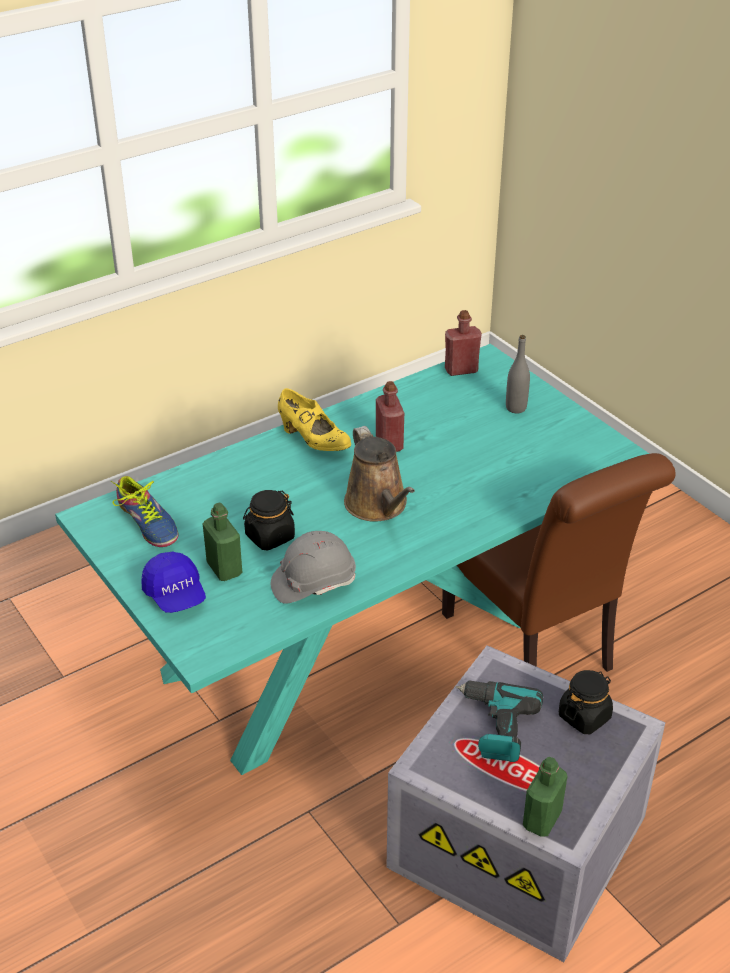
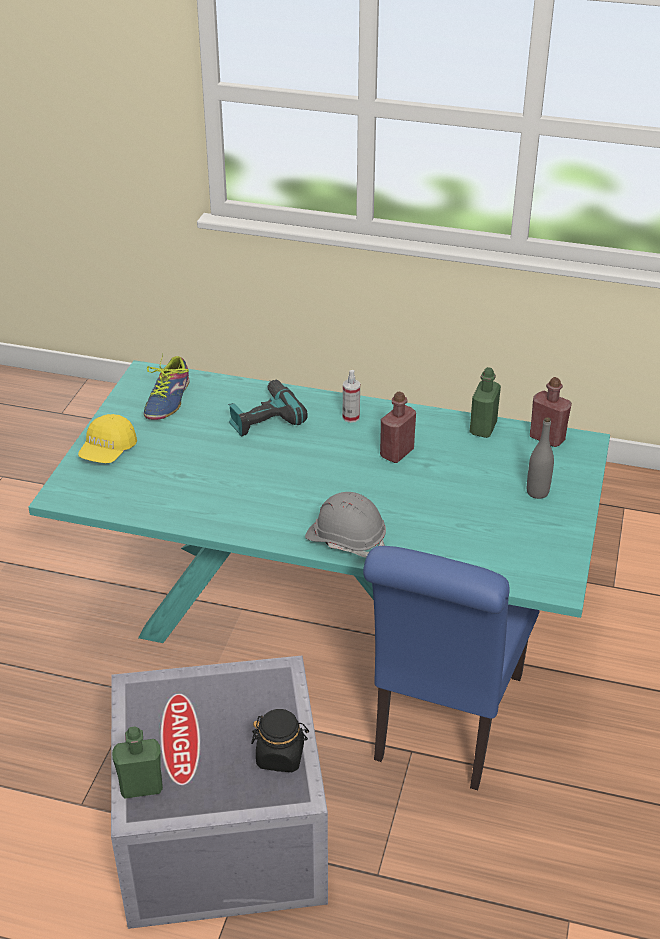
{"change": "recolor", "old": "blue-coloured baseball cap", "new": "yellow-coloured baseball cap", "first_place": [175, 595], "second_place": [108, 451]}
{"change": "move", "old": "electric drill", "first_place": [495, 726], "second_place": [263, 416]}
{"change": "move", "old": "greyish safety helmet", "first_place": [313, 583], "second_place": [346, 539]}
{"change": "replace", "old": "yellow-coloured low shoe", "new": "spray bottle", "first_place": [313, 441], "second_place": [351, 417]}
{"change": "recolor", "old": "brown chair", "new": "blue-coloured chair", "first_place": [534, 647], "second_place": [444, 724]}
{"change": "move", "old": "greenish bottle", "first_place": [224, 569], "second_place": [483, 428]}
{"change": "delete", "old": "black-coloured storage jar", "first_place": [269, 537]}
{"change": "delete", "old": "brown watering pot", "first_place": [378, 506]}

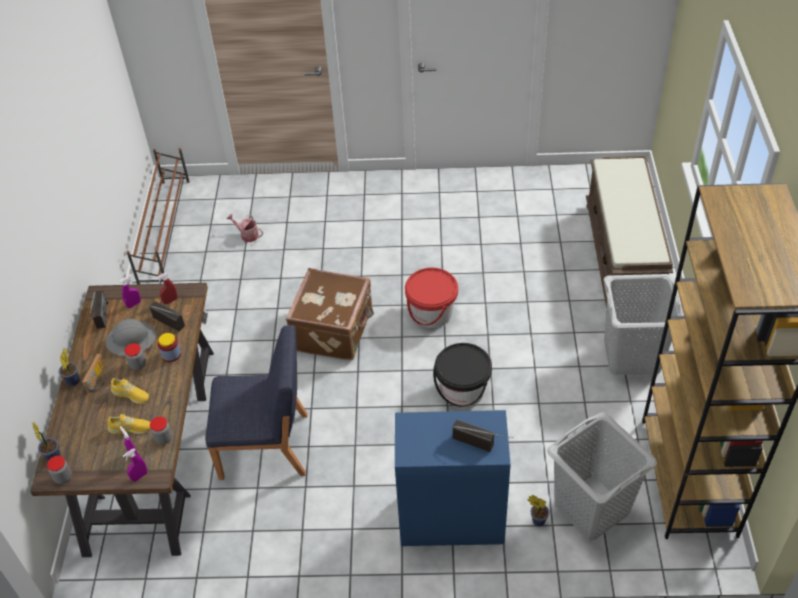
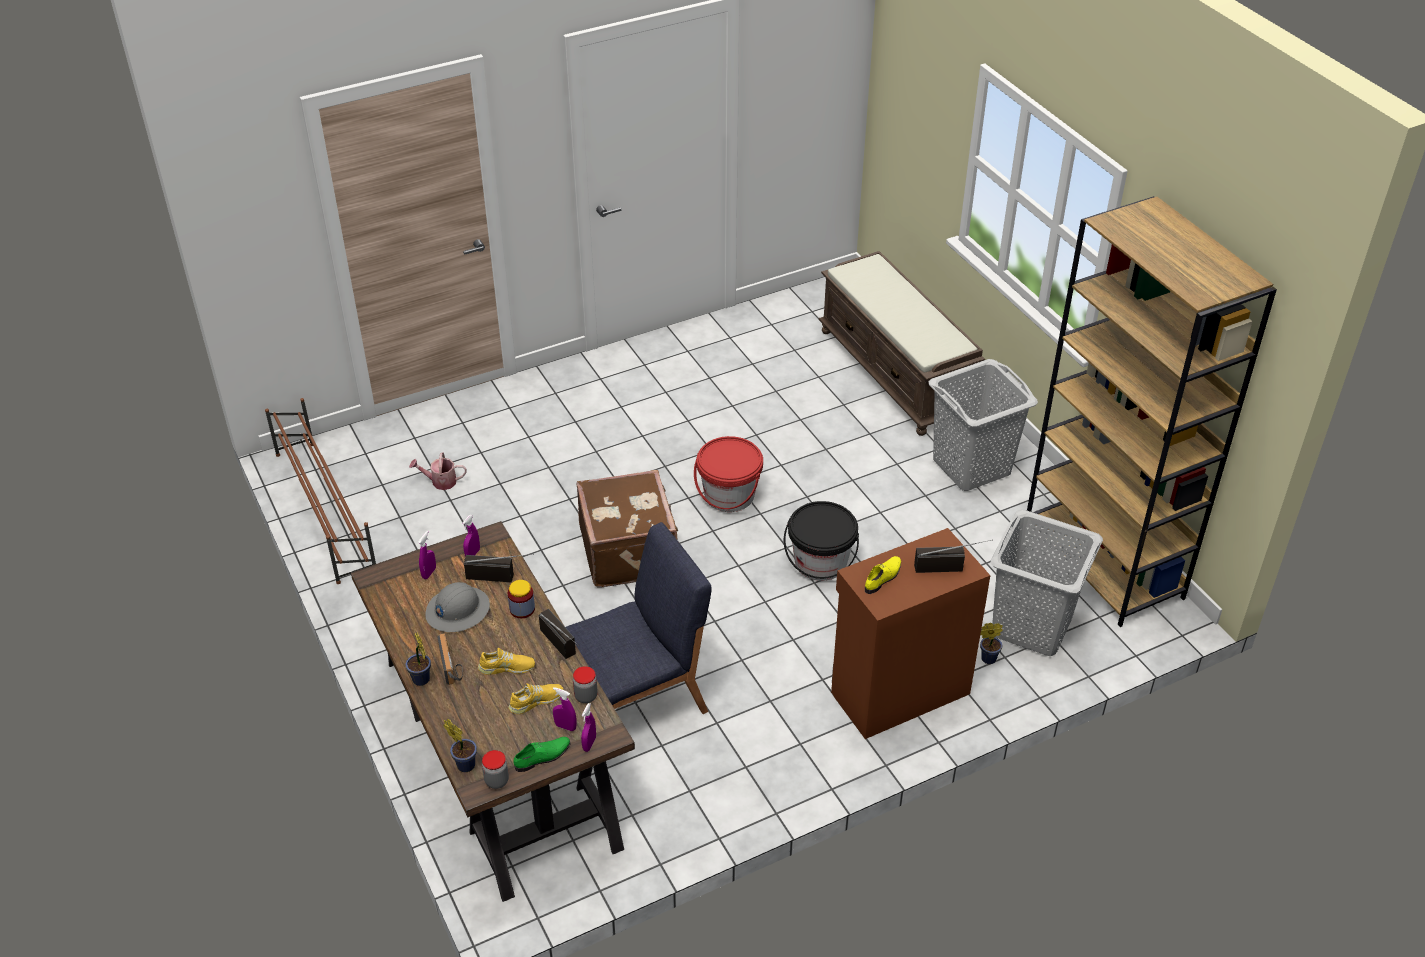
{"change": "recolor", "old": "red spray bottle", "new": "purple-coloured spray bottle", "first_place": [170, 301], "second_place": [472, 554]}
{"change": "insert", "new": "greenish low shoe", "second_place": [543, 757]}
{"change": "move", "old": "radio receiver", "first_place": [102, 322], "second_place": [566, 649]}
{"change": "recolor", "old": "blue-coloured cabinet", "new": "brown cabinet", "first_place": [450, 518], "second_place": [898, 692]}
{"change": "insert", "new": "yellow-coloured low shoe", "second_place": [883, 577]}
{"change": "delete", "old": "storage jar", "first_place": [138, 365]}

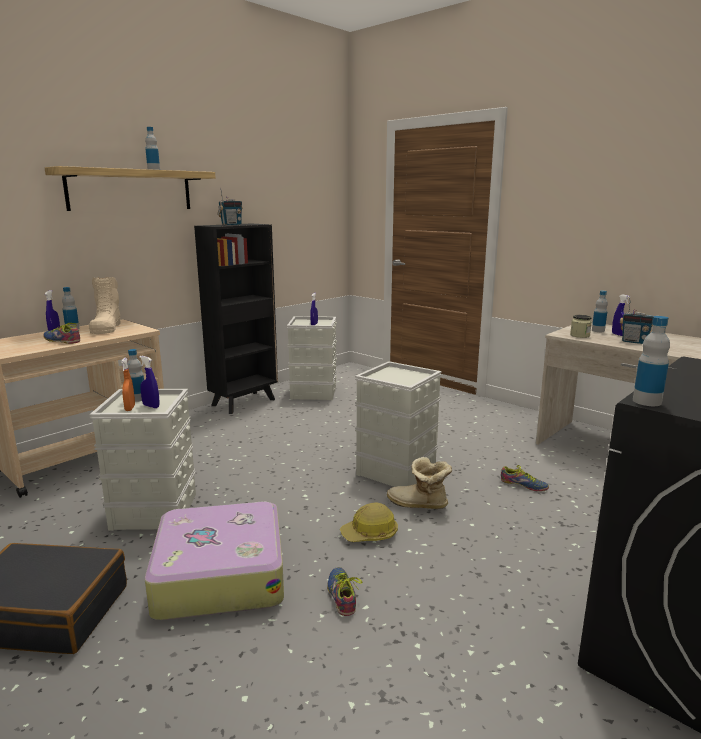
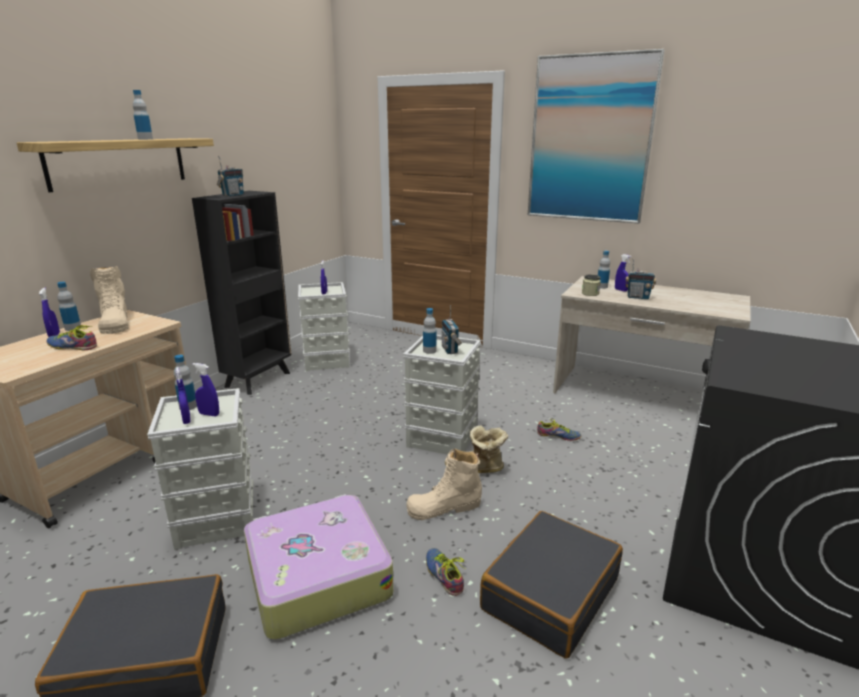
{"change": "recolor", "old": "orange spray bottle", "new": "blue-coloured spray bottle", "first_place": [130, 408], "second_place": [186, 420]}
{"change": "replace", "old": "safety helmet", "new": "beige boot", "first_place": [370, 534], "second_place": [444, 507]}
{"change": "move", "old": "bottle", "first_place": [647, 401], "second_place": [429, 351]}
{"change": "insert", "new": "radio receiver", "second_place": [450, 350]}
{"change": "insert", "new": "black-coloured travel case", "second_place": [549, 593]}
{"change": "insert", "new": "wall art", "second_place": [590, 140]}

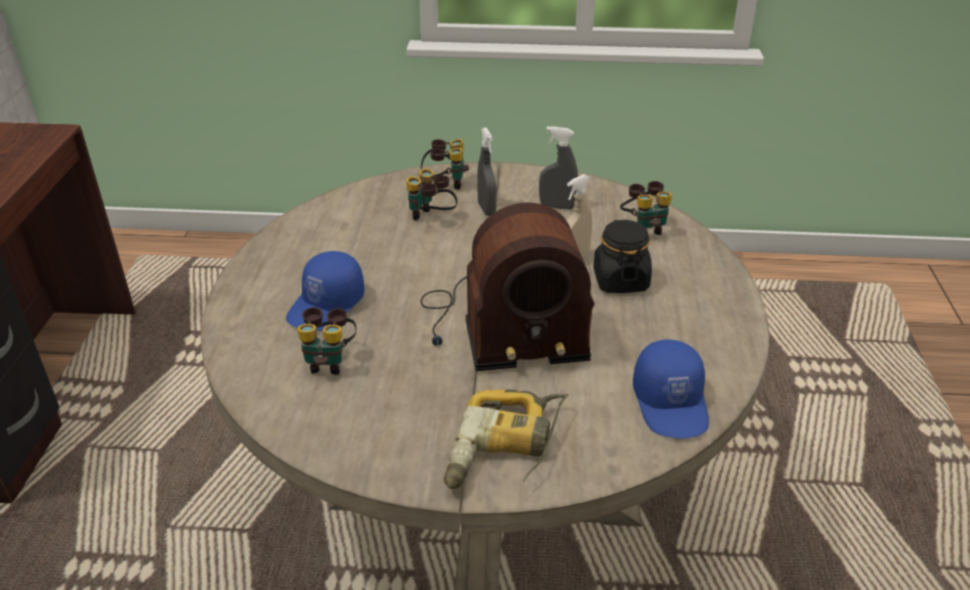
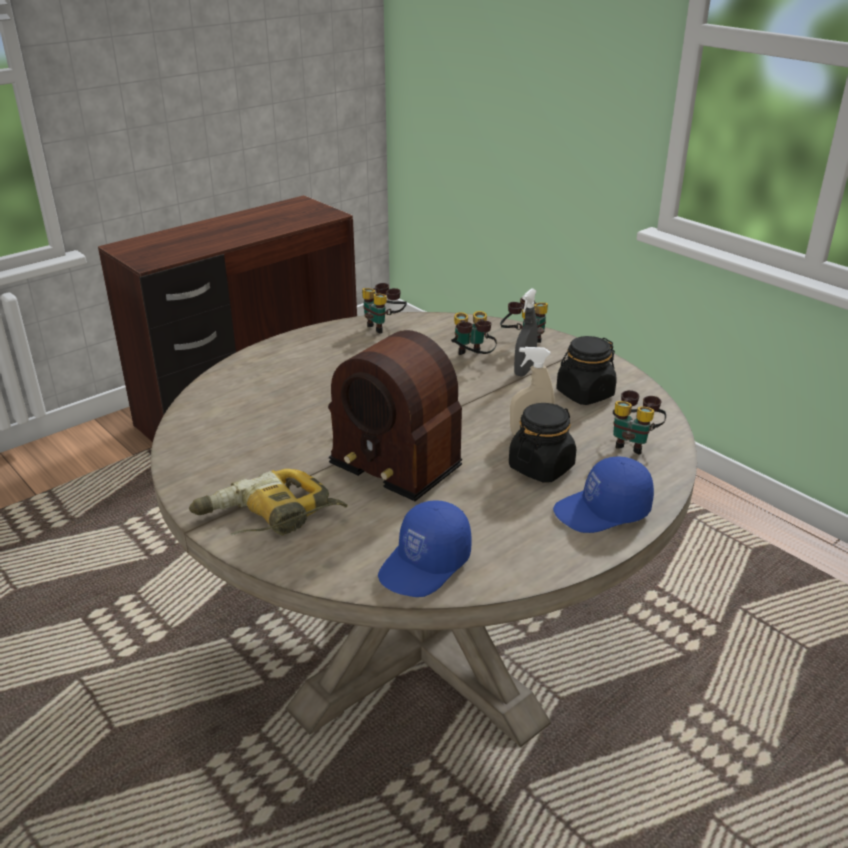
{"change": "move", "old": "binoculars", "first_place": [328, 361], "second_place": [384, 326]}
{"change": "move", "old": "blue-coloured baseball cap", "first_place": [327, 306], "second_place": [602, 511]}
{"change": "replace", "old": "greyish spray bottle", "new": "black-coloured storage jar", "first_place": [557, 207], "second_place": [584, 394]}

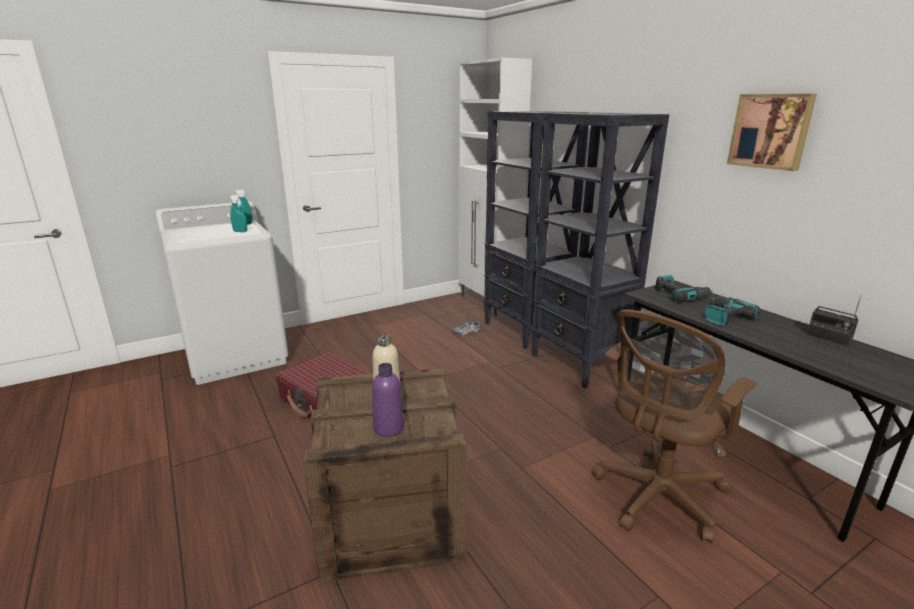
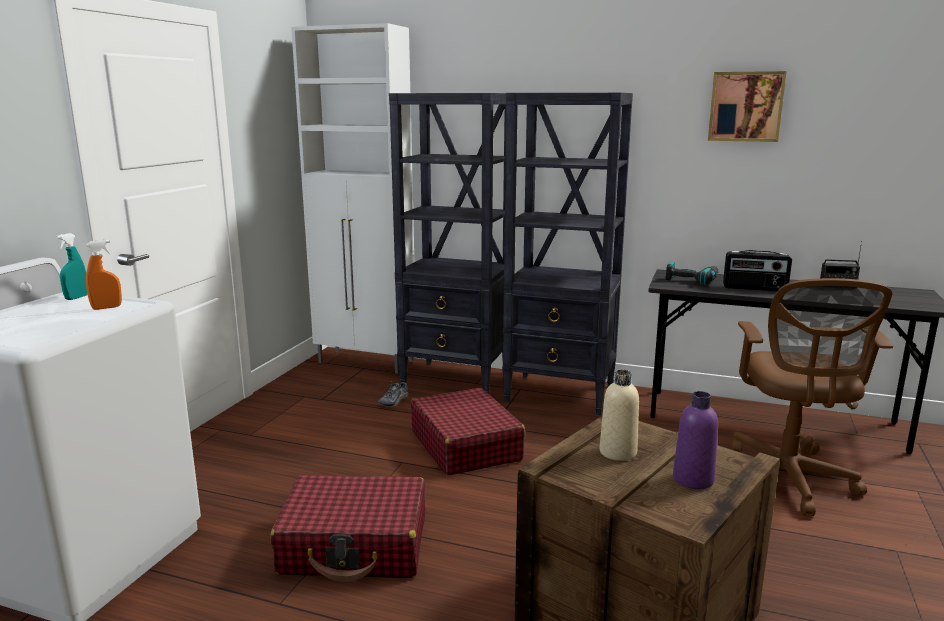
{"change": "recolor", "old": "blue-green spray bottle", "new": "orange spray bottle", "first_place": [240, 231], "second_place": [107, 307]}
{"change": "insert", "new": "red travel case", "second_place": [465, 445]}
{"change": "replace", "old": "electric drill", "new": "radio receiver", "first_place": [723, 317], "second_place": [754, 288]}

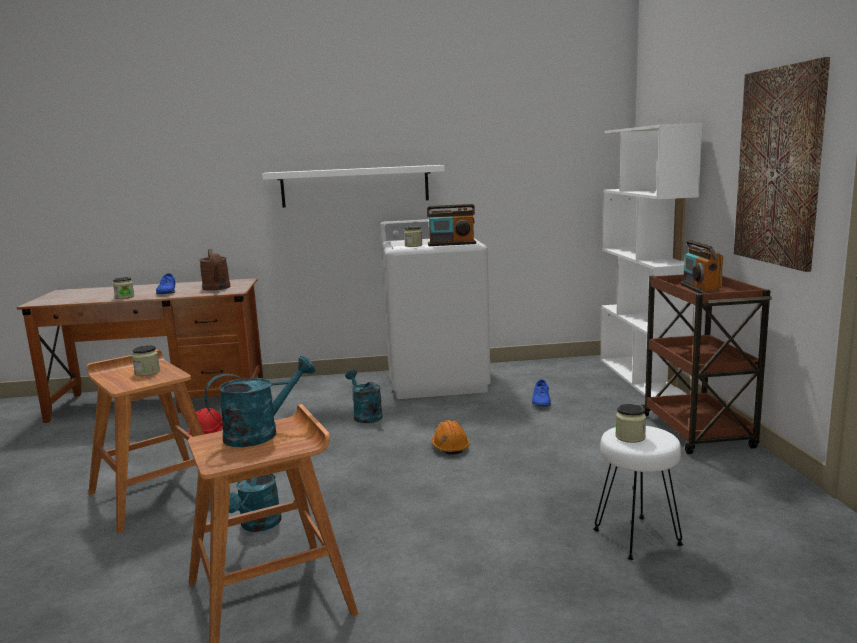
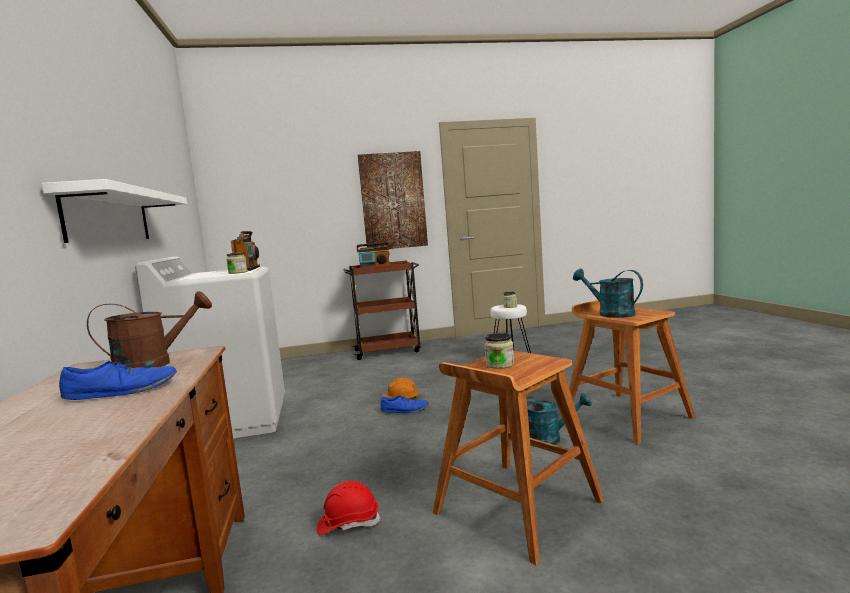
{"change": "move", "old": "blue-coloured low shoe", "first_place": [541, 401], "second_place": [404, 410]}
{"change": "delete", "old": "storage jar", "first_place": [124, 297]}
{"change": "delete", "old": "blue-green watering pot", "first_place": [365, 415]}
{"change": "delete", "old": "white-coloured bookshelf", "first_place": [641, 377]}

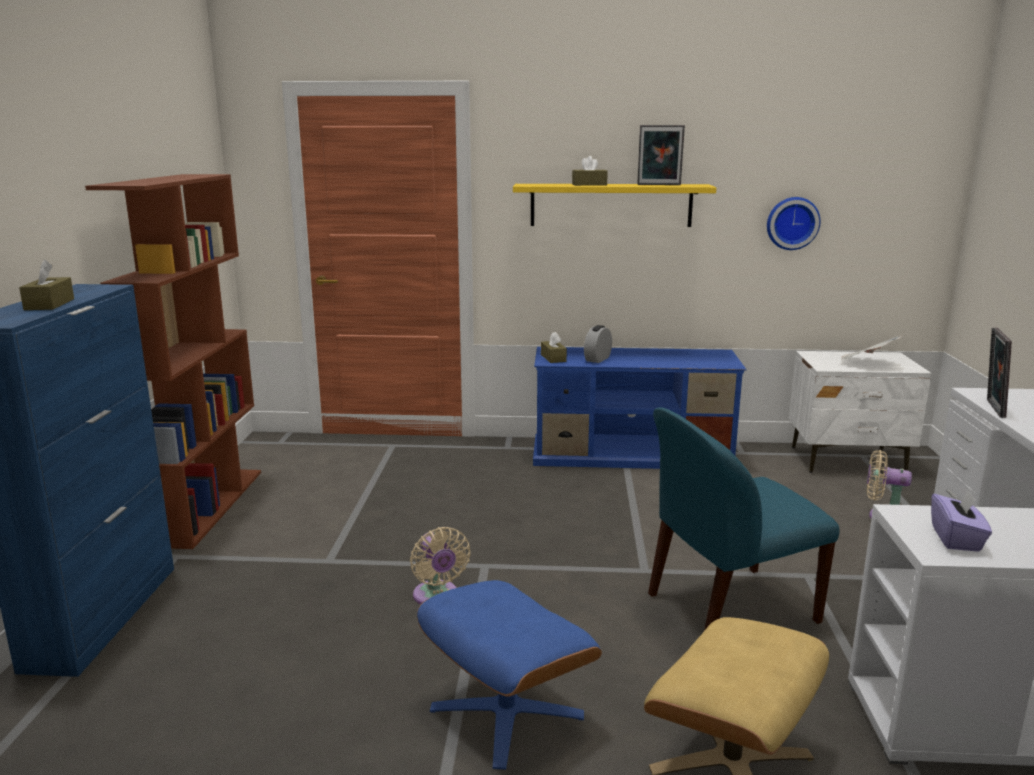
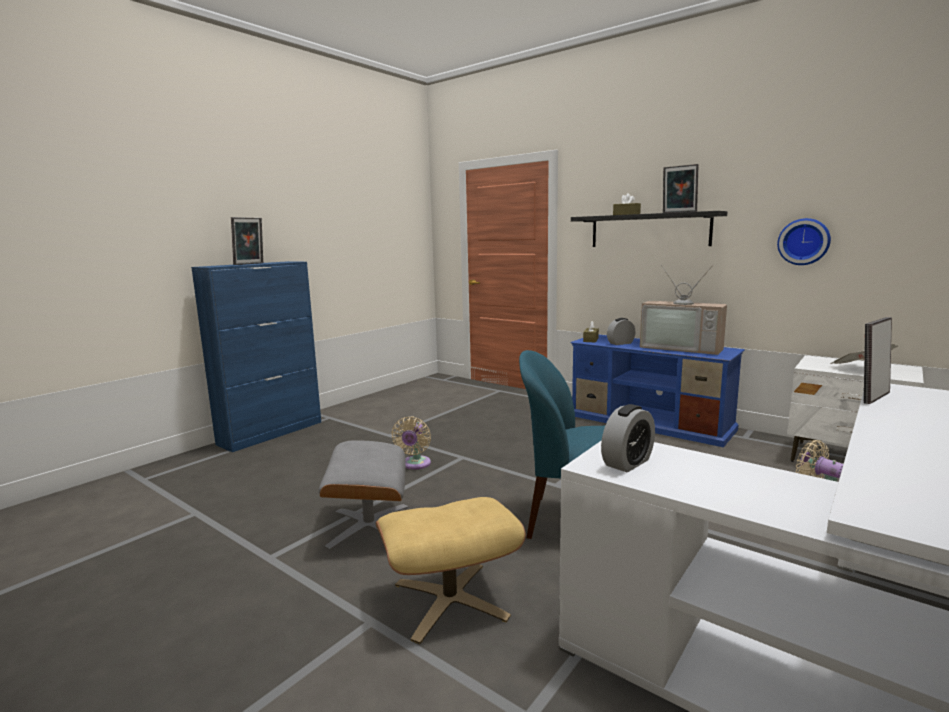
{"change": "replace", "old": "brown box of tissues", "new": "photo frame", "first_place": [49, 304], "second_place": [250, 264]}
{"change": "recolor", "old": "blue-coloured footrest", "new": "greyish footrest", "first_place": [505, 712], "second_place": [368, 526]}
{"change": "recolor", "old": "yellow-coloured bracket shelf", "new": "black-coloured bracket shelf", "first_place": [611, 205], "second_place": [649, 230]}
{"change": "replace", "old": "purple-coloured box of tissues", "new": "alarm clock", "first_place": [956, 539], "second_place": [627, 463]}
{"change": "insert", "new": "TV", "second_place": [682, 347]}
{"change": "delete", "old": "brown bookshelf", "first_place": [206, 506]}

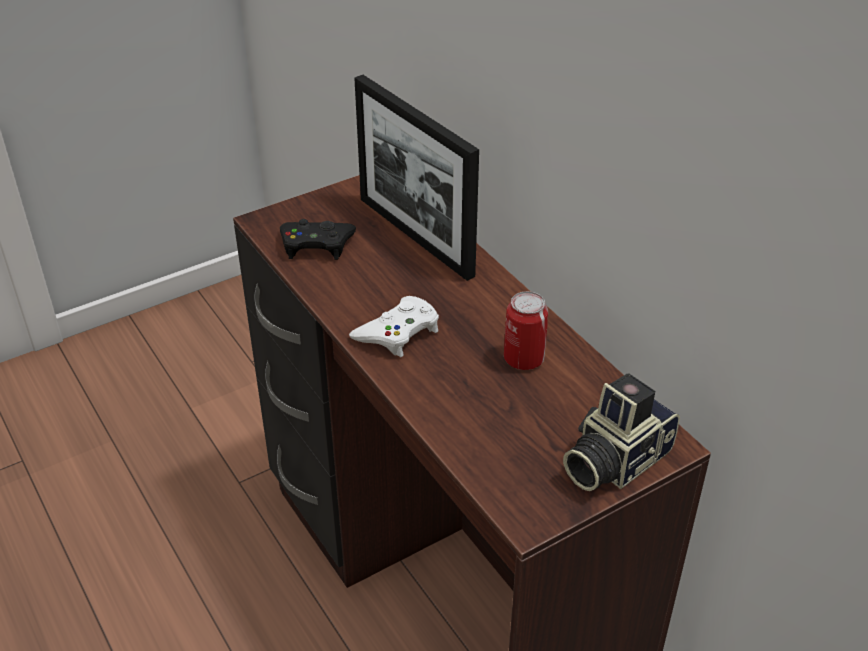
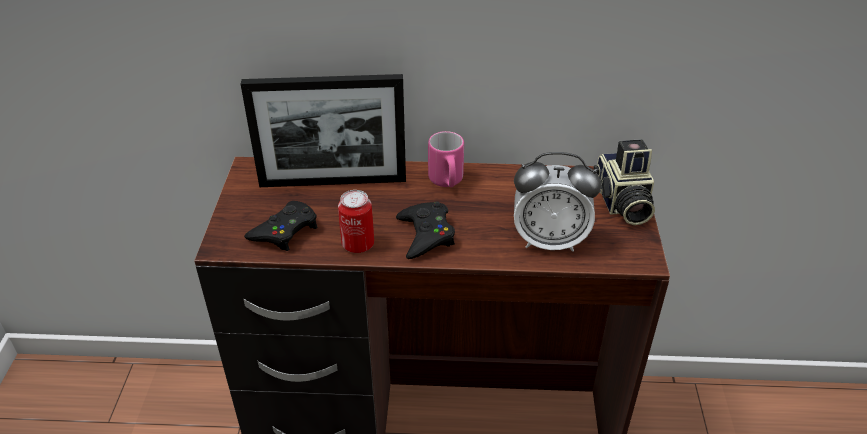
{"change": "move", "old": "metal can", "first_place": [523, 359], "second_place": [358, 244]}
{"change": "recolor", "old": "white-coloured joypad", "new": "black-coloured joypad", "first_place": [398, 332], "second_place": [426, 235]}
{"change": "insert", "new": "pink coffee mug", "second_place": [447, 182]}
{"change": "insert", "new": "alarm clock", "second_place": [549, 240]}

